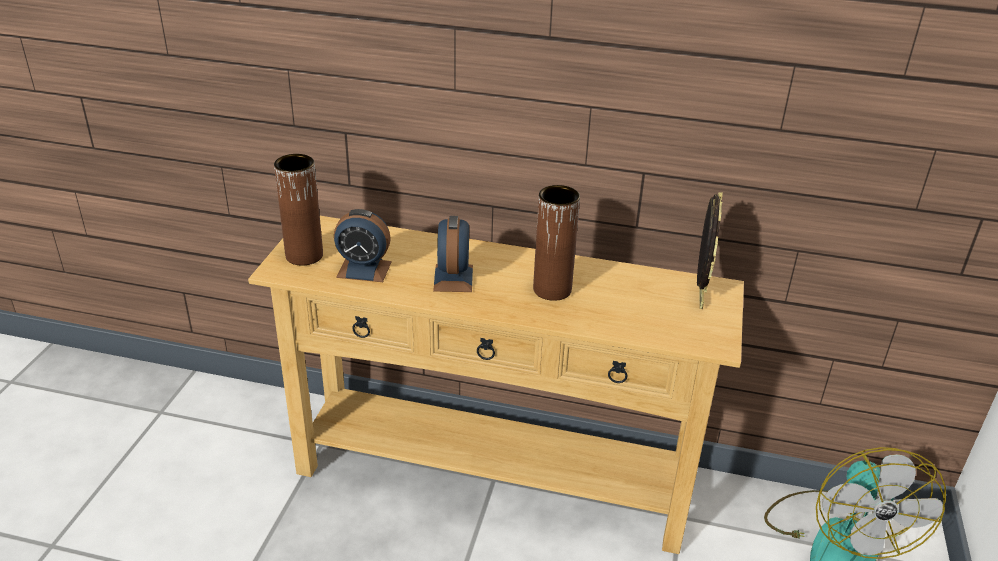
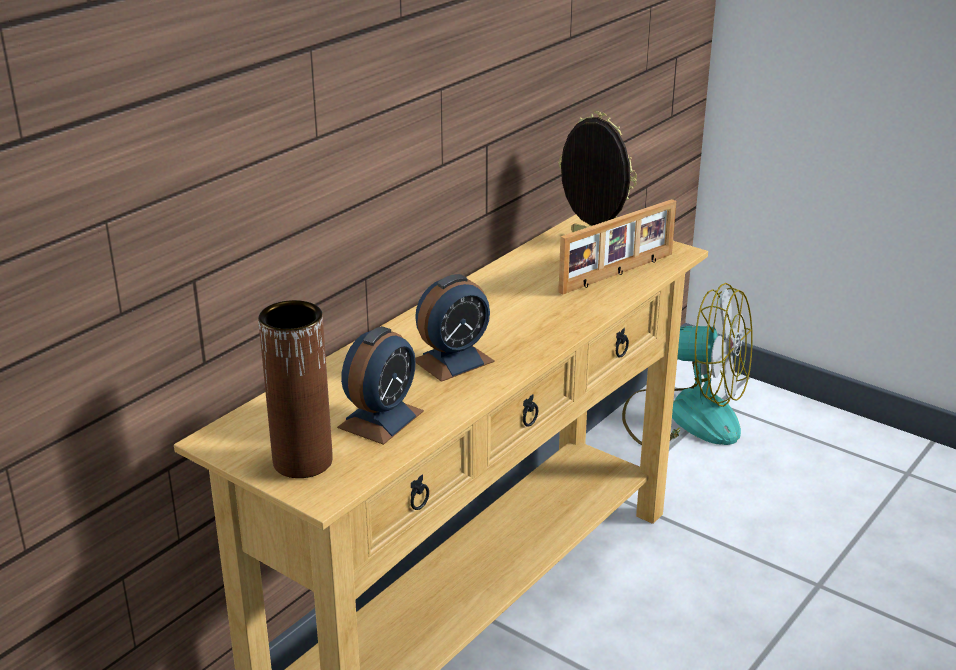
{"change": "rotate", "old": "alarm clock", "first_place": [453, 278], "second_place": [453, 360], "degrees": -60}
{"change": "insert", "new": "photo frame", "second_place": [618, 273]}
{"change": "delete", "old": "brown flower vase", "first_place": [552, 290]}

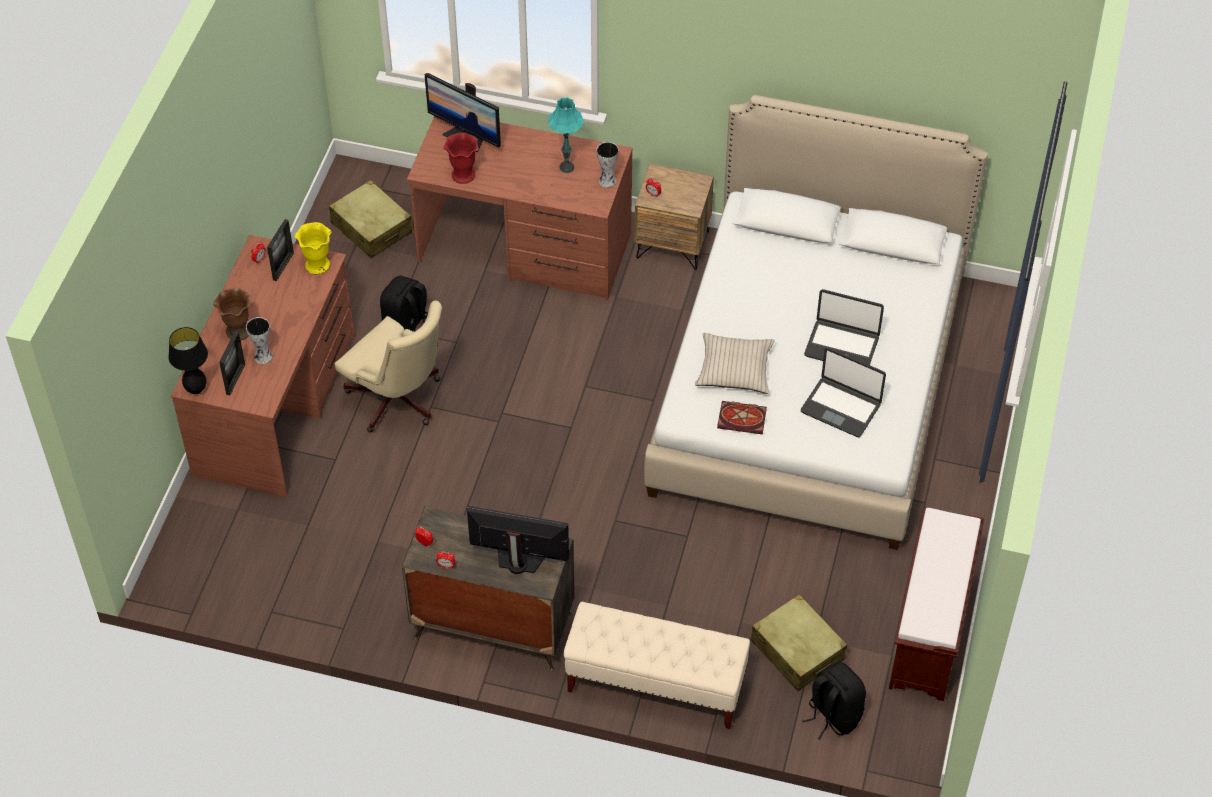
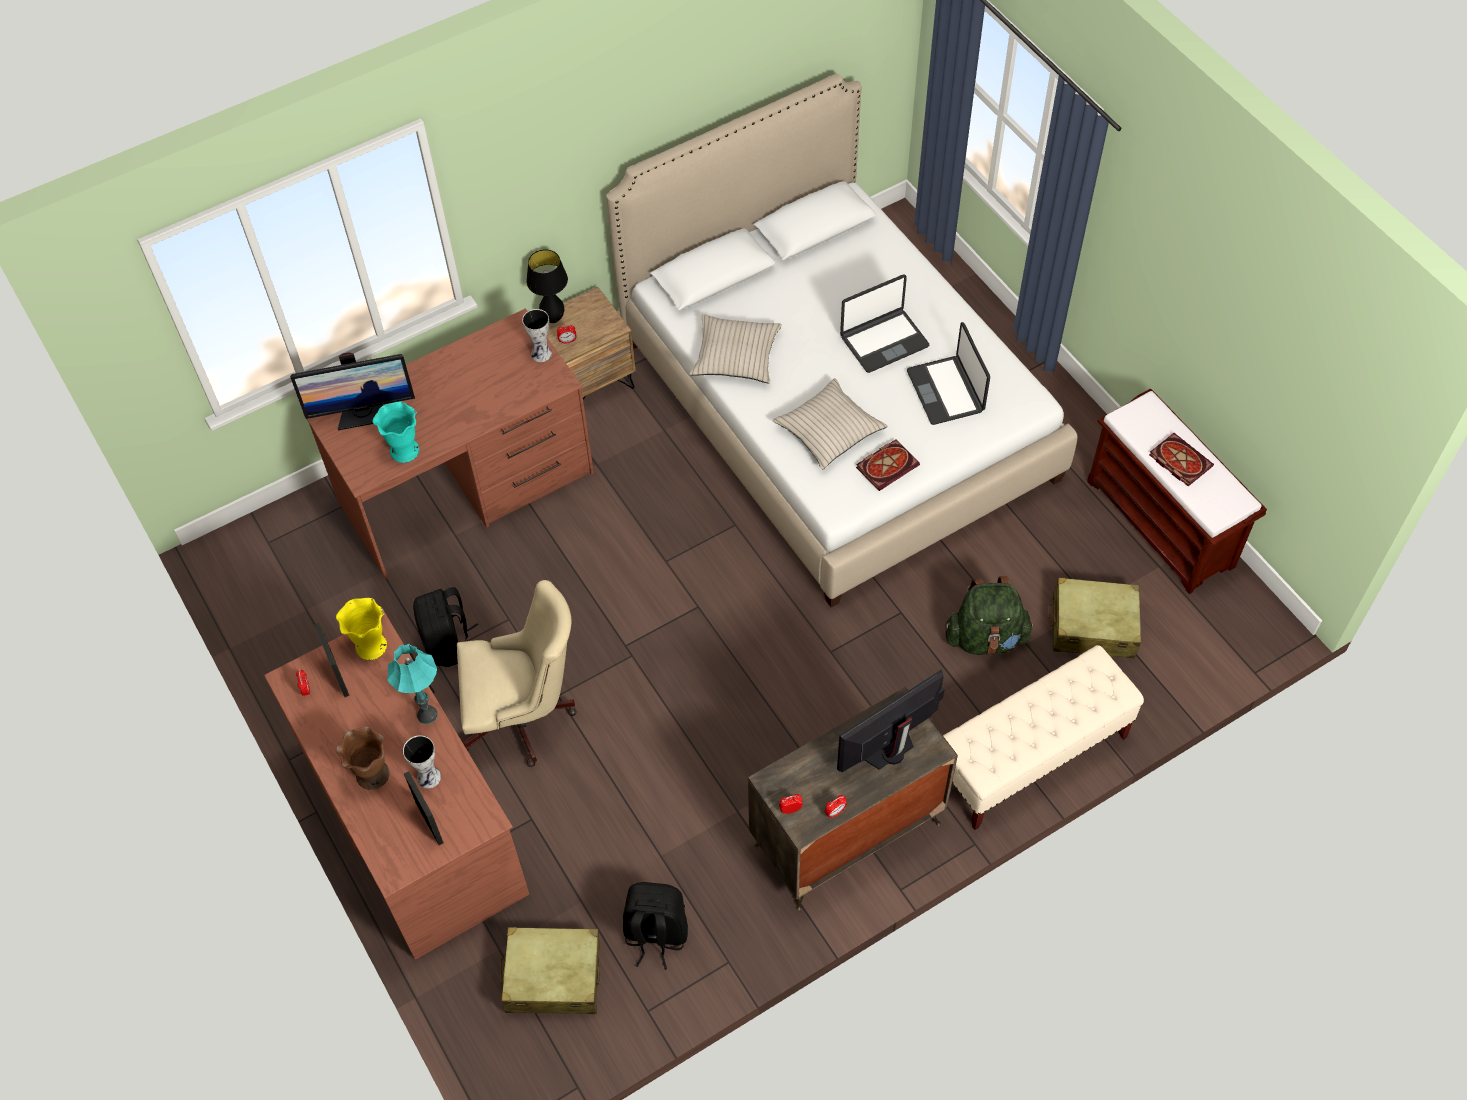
{"change": "recolor", "old": "red flower vase", "new": "blue-green flower vase", "first_place": [463, 175], "second_place": [405, 450]}
{"change": "move", "old": "blue-green table lamp", "first_place": [566, 167], "second_place": [427, 714]}
{"change": "move", "old": "beige travel case", "first_place": [371, 228], "second_place": [553, 977]}
{"change": "move", "old": "black-coloured table lamp", "first_place": [196, 389], "second_place": [553, 319]}
{"change": "move", "old": "black-coloured knapsack", "first_place": [832, 715], "second_place": [655, 934]}
{"change": "insert", "new": "beige throw pillow", "second_place": [735, 356]}
{"change": "rotate", "old": "notebook computer", "first_place": [841, 407], "second_place": [946, 391], "degrees": 90}
{"change": "insert", "new": "greenish knapsack", "second_place": [986, 638]}
{"change": "insert", "new": "bound book", "second_place": [1178, 460]}

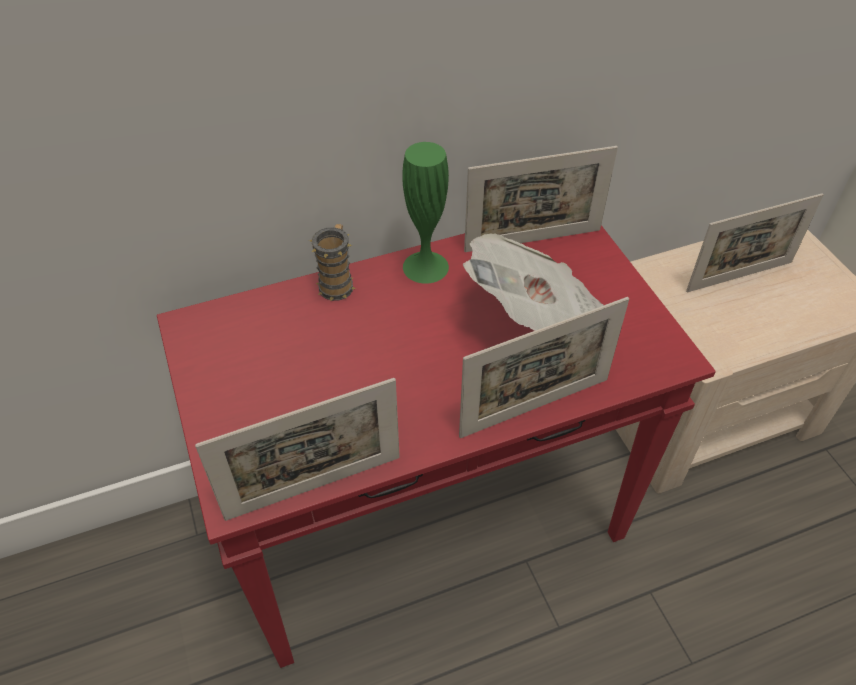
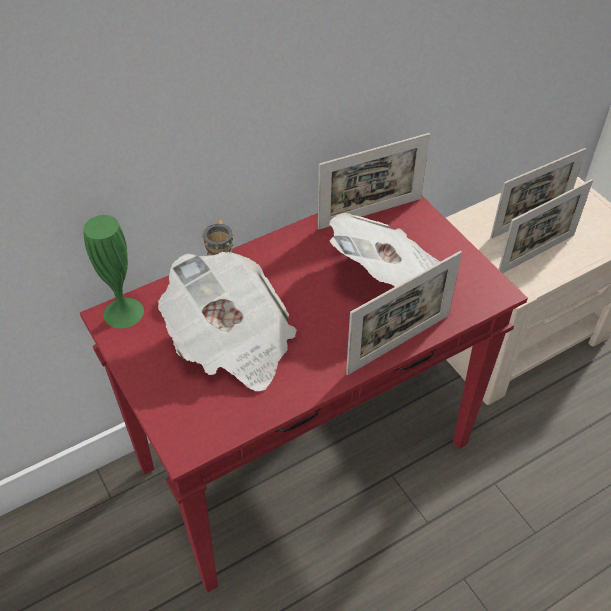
{"change": "move", "old": "greenish flower vase", "first_place": [425, 267], "second_place": [123, 312]}
{"change": "insert", "new": "newspaper", "second_place": [232, 342]}
{"change": "move", "old": "photo frame", "first_place": [314, 487], "second_place": [536, 254]}

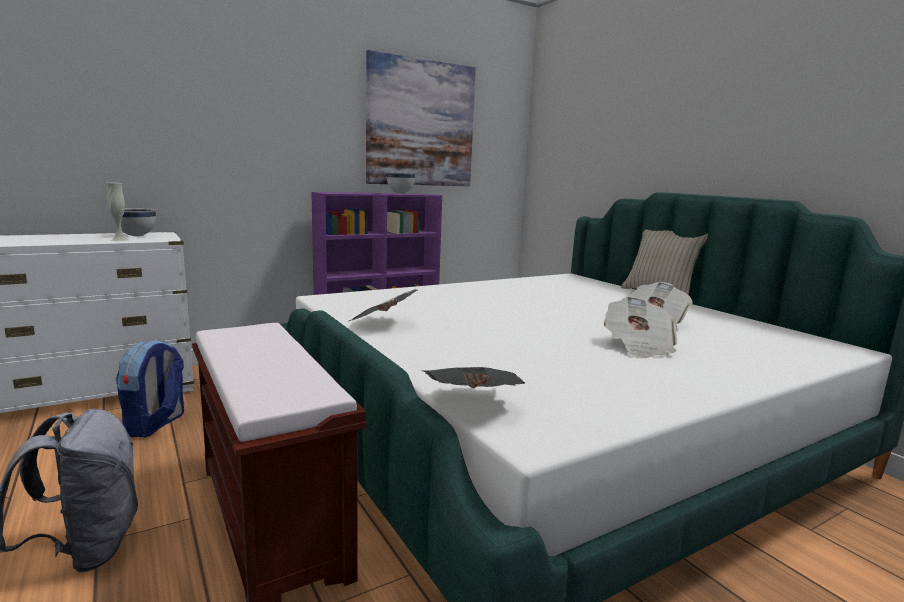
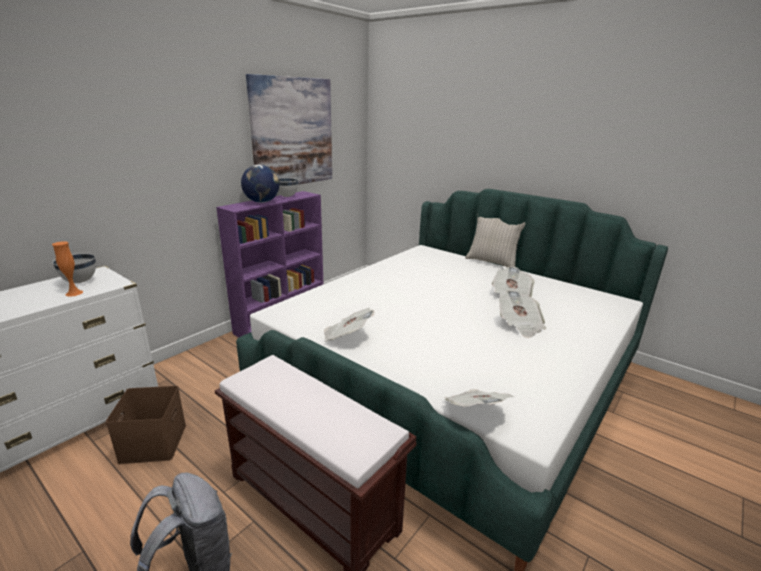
{"change": "recolor", "old": "white-coloured flower vase", "new": "orange flower vase", "first_place": [120, 240], "second_place": [74, 293]}
{"change": "replace", "old": "knapsack", "new": "brown storage box", "first_place": [155, 425], "second_place": [154, 443]}
{"change": "insert", "new": "globe", "second_place": [262, 202]}

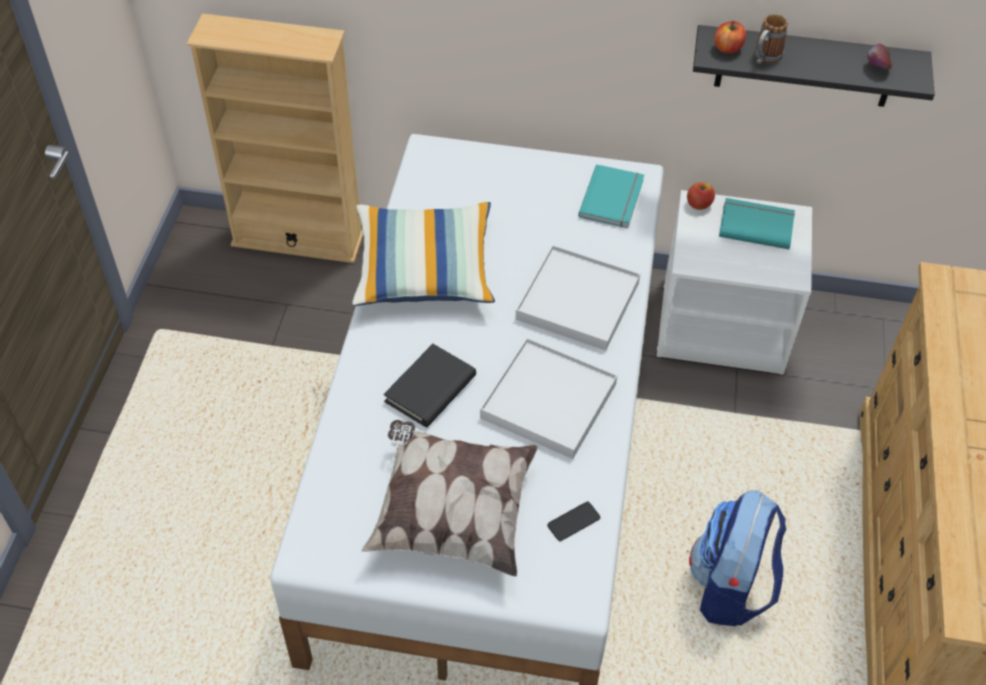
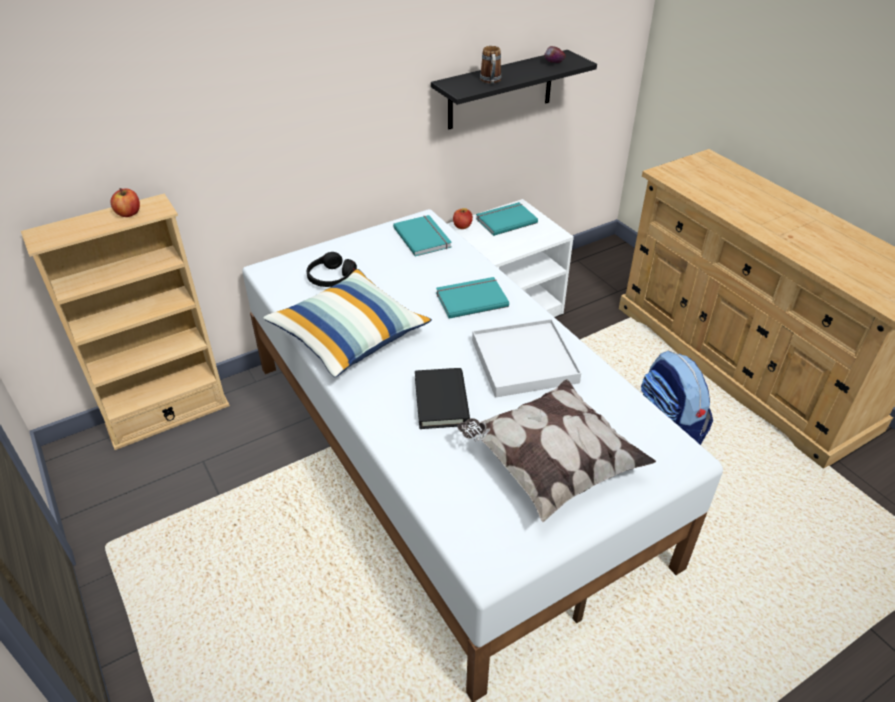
{"change": "move", "old": "whole apple", "first_place": [728, 48], "second_place": [129, 213]}
{"change": "insert", "new": "black-coloured headset", "second_place": [331, 277]}
{"change": "replace", "old": "white-coloured tray", "new": "blue-green bound book", "first_place": [577, 301], "second_place": [470, 299]}
{"change": "delete", "old": "phone", "first_place": [573, 521]}

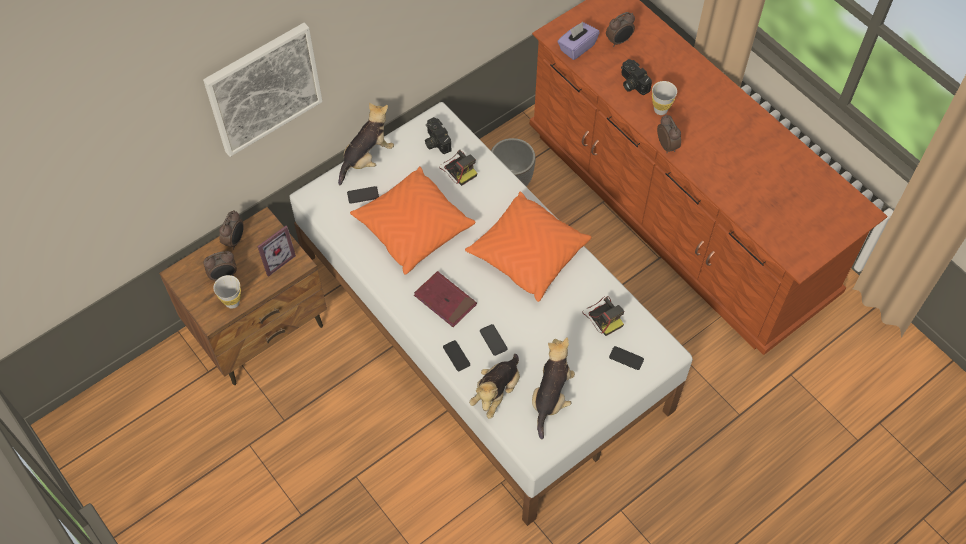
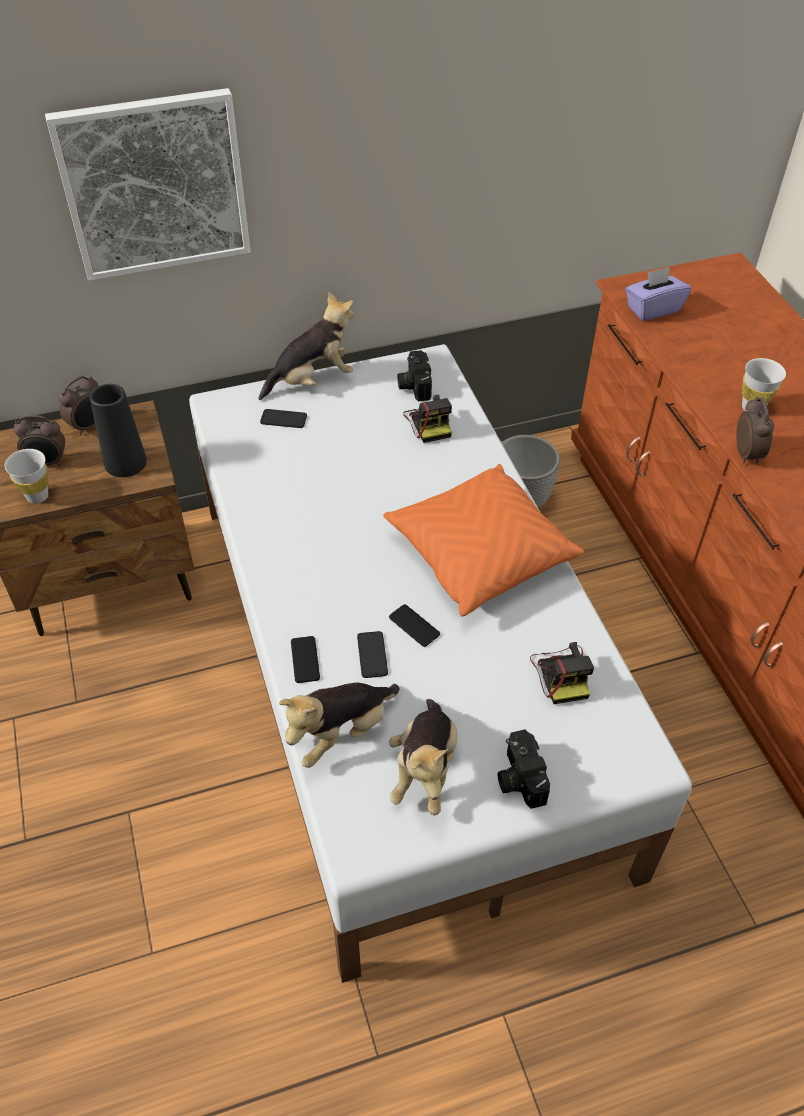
{"change": "replace", "old": "photo frame", "new": "black-coloured flower vase", "first_place": [275, 260], "second_place": [125, 462]}
{"change": "move", "old": "phone", "first_place": [626, 358], "second_place": [414, 626]}
{"change": "rotate", "old": "plush toy", "first_place": [551, 397], "second_place": [424, 769], "degrees": 150}
{"change": "move", "old": "photo camera", "first_place": [632, 84], "second_place": [518, 777]}
{"change": "delete", "old": "orange throw pillow", "first_place": [413, 228]}
{"change": "delete", "old": "red bound book", "first_place": [445, 300]}
{"change": "delete", "old": "alarm clock", "first_place": [619, 41]}

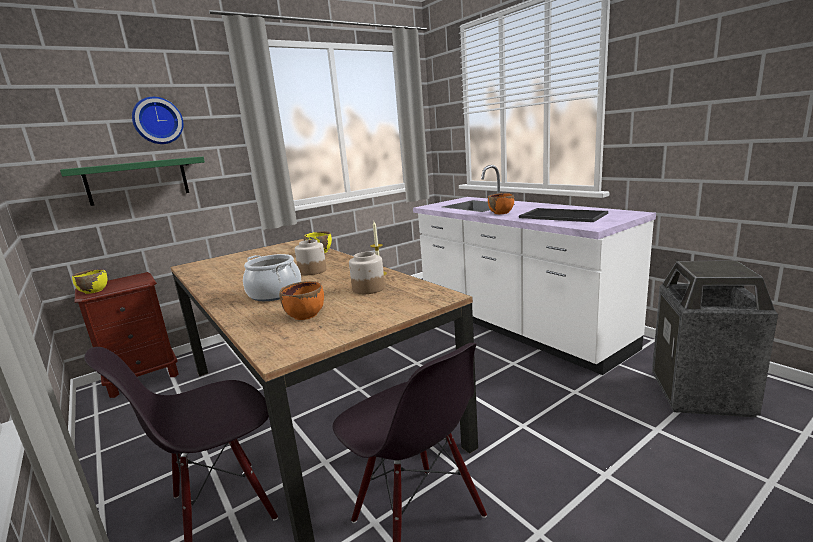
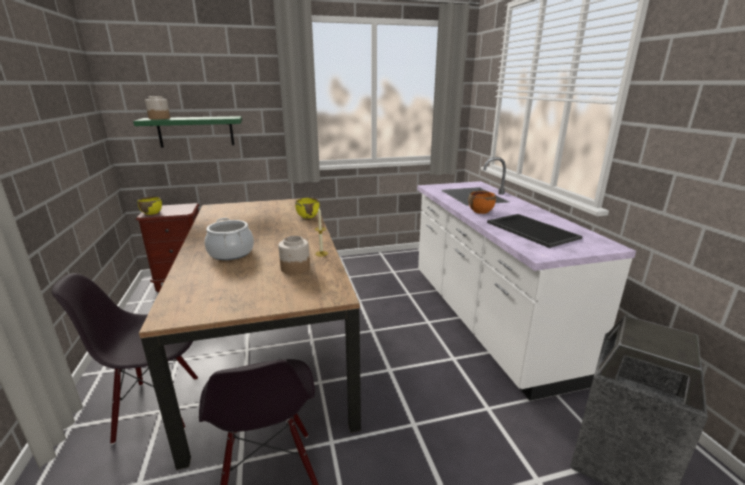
{"change": "move", "old": "storage jar", "first_place": [312, 271], "second_place": [159, 118]}
{"change": "delete", "old": "wall clock", "first_place": [157, 121]}
{"change": "delete", "old": "orange bowl", "first_place": [305, 315]}

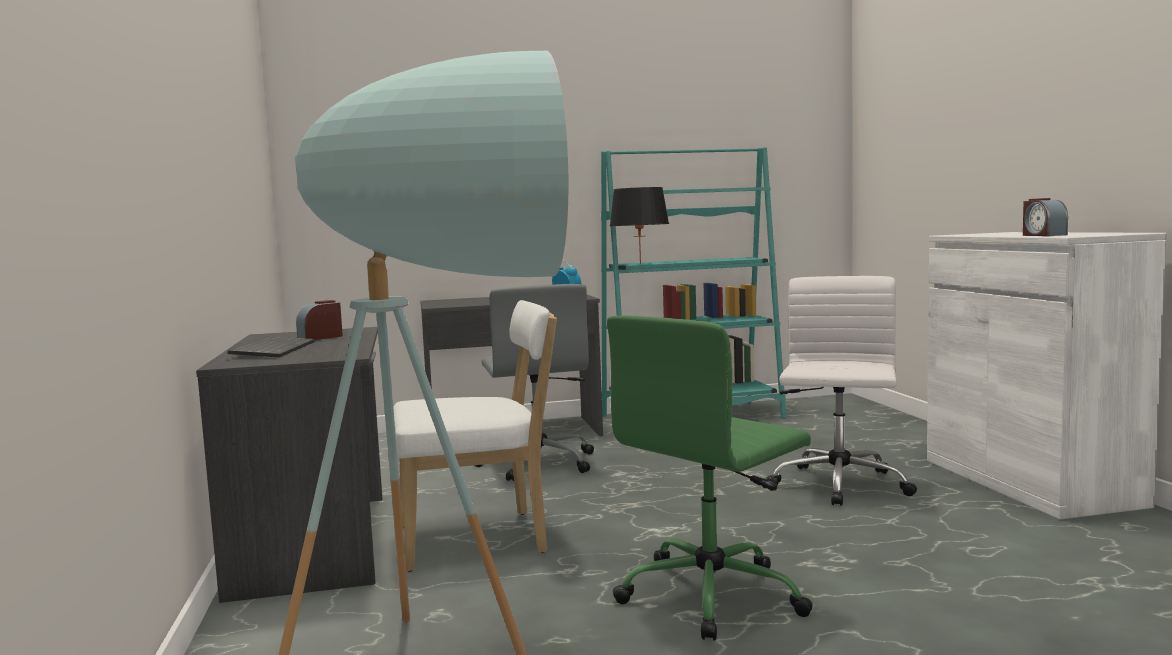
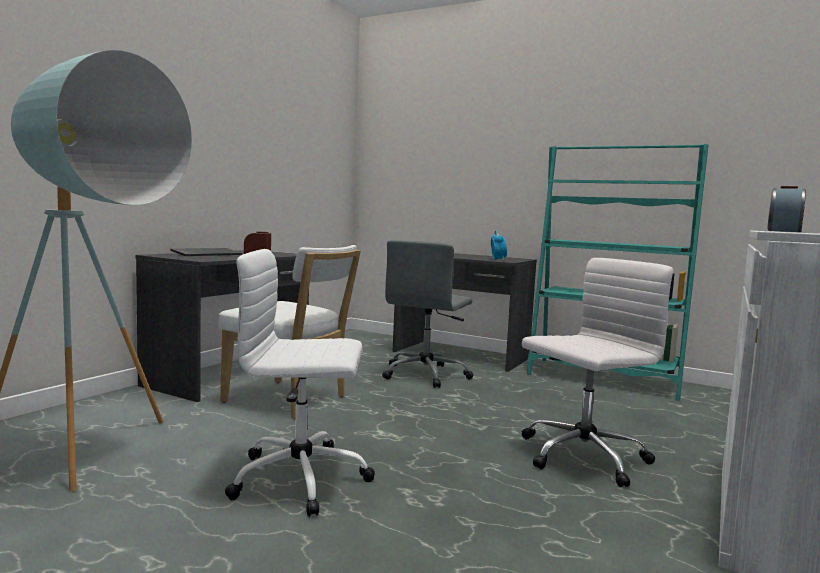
{"change": "recolor", "old": "greenish computer chair", "new": "white-coloured computer chair", "first_place": [713, 595], "second_place": [302, 478]}
{"change": "delete", "old": "black-coloured table lamp", "first_place": [640, 264]}

